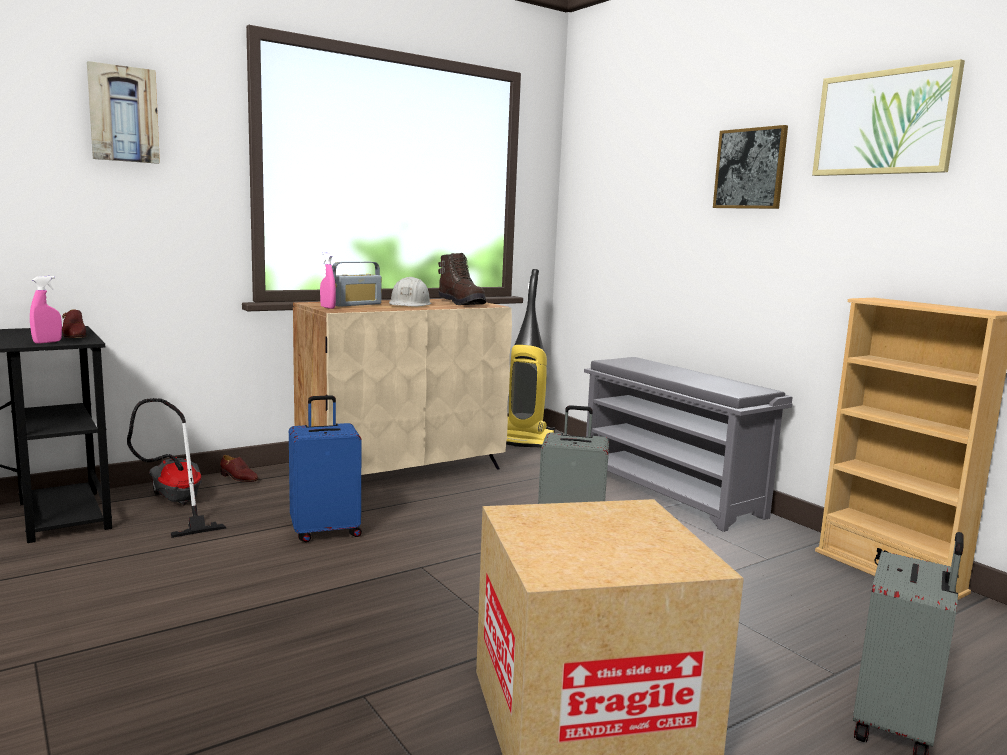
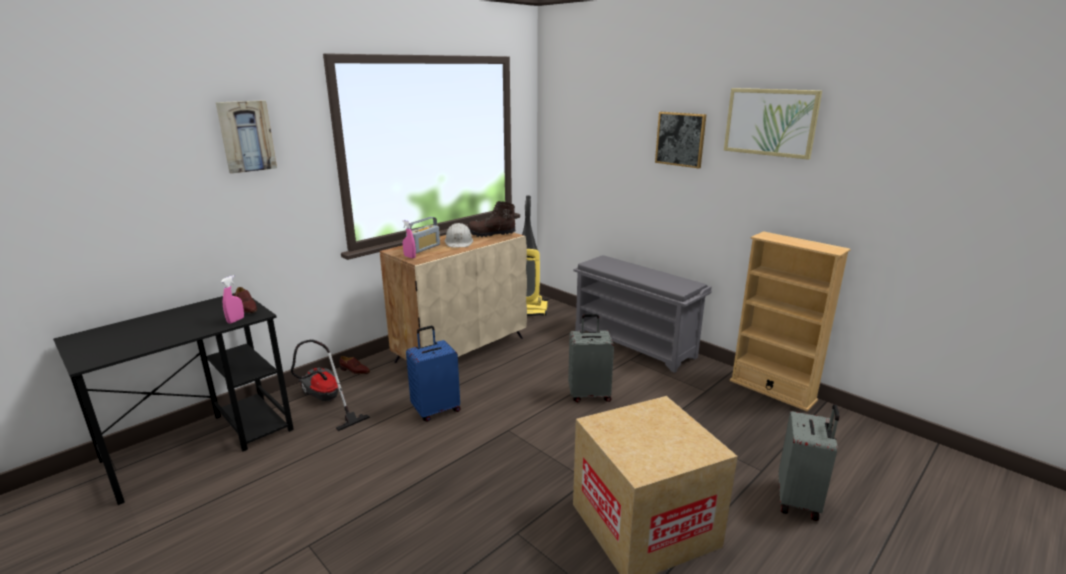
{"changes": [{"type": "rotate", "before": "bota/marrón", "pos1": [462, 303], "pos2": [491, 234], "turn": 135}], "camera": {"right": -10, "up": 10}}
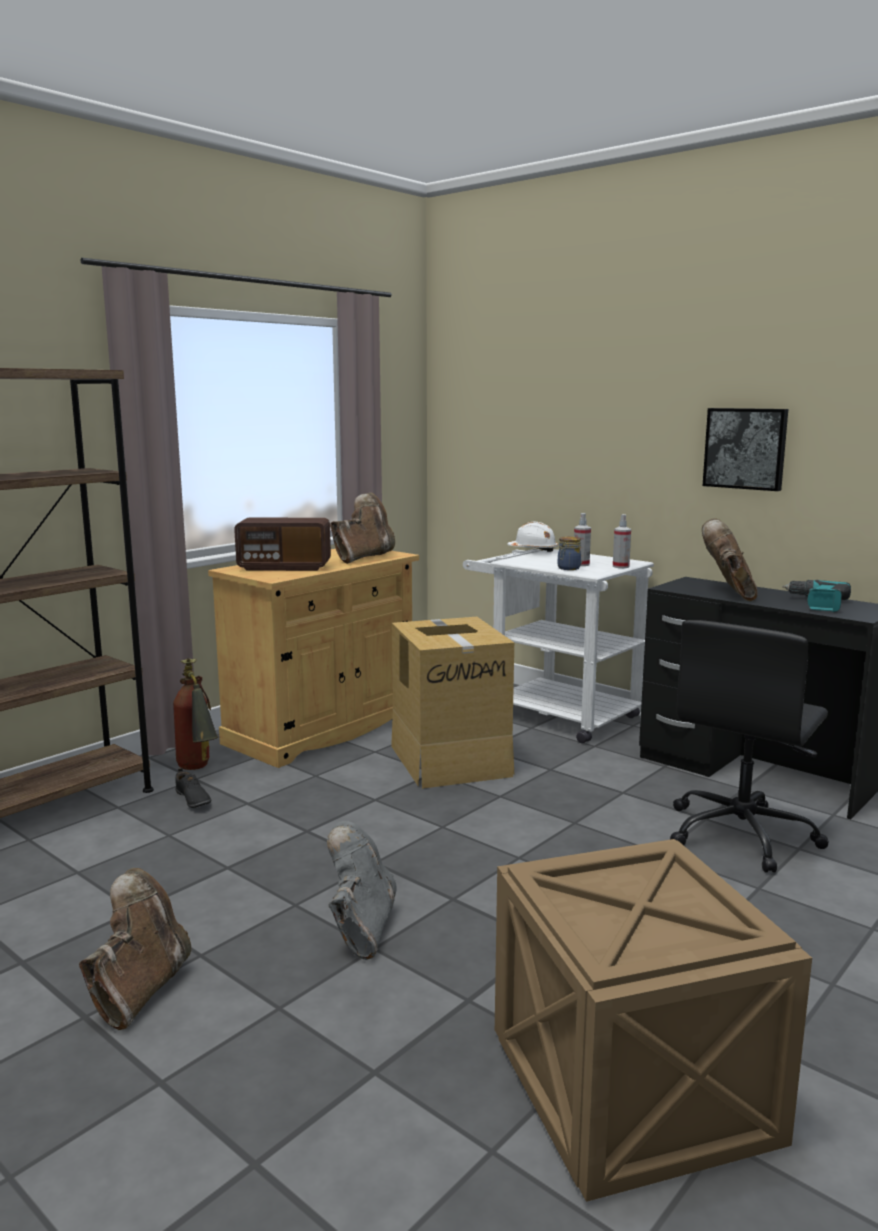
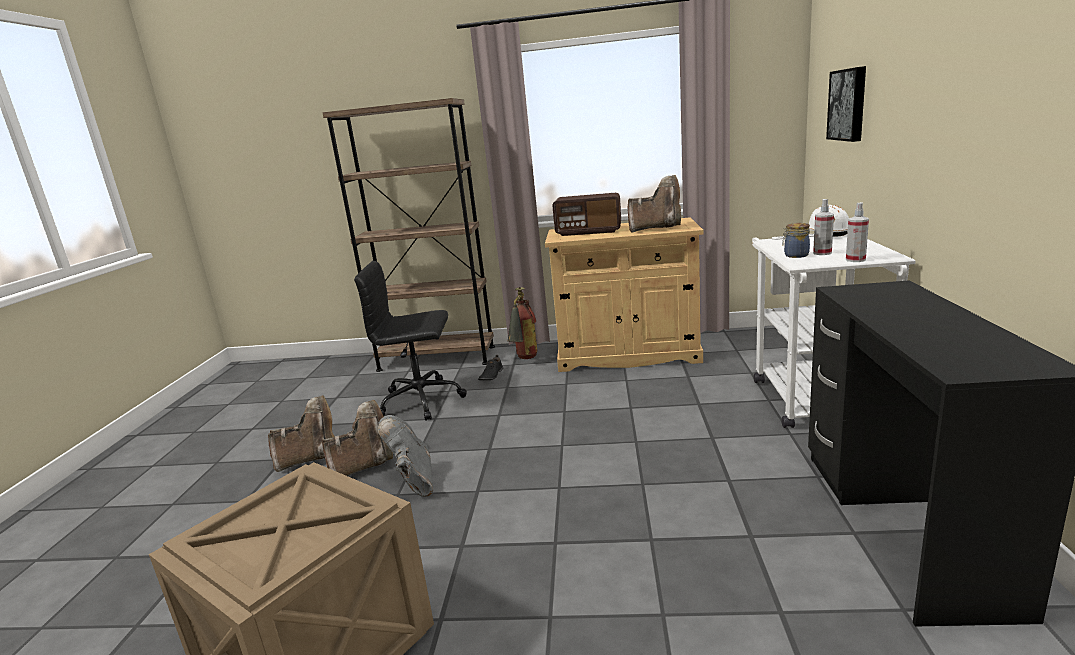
{"changes": [{"type": "move", "before": "cuadro", "pos1": [746, 448], "pos2": [849, 104]}, {"type": "rotate", "before": "radio", "pos1": [284, 567], "pos2": [588, 231], "turn": -45}, {"type": "move", "before": "bota/marrón", "pos1": [730, 592], "pos2": [364, 466]}, {"type": "delete", "before": "taladro", "pos1": [816, 604]}, {"type": "delete", "before": "caja de cartón", "pos1": [451, 760]}, {"type": "move", "before": "silla de oficina/negro", "pos1": [742, 834], "pos2": [423, 400]}, {"type": "rotate", "before": "bota/gris", "pos1": [361, 928], "pos2": [414, 480], "turn": -75}], "camera": {"right": 55, "up": 5}}
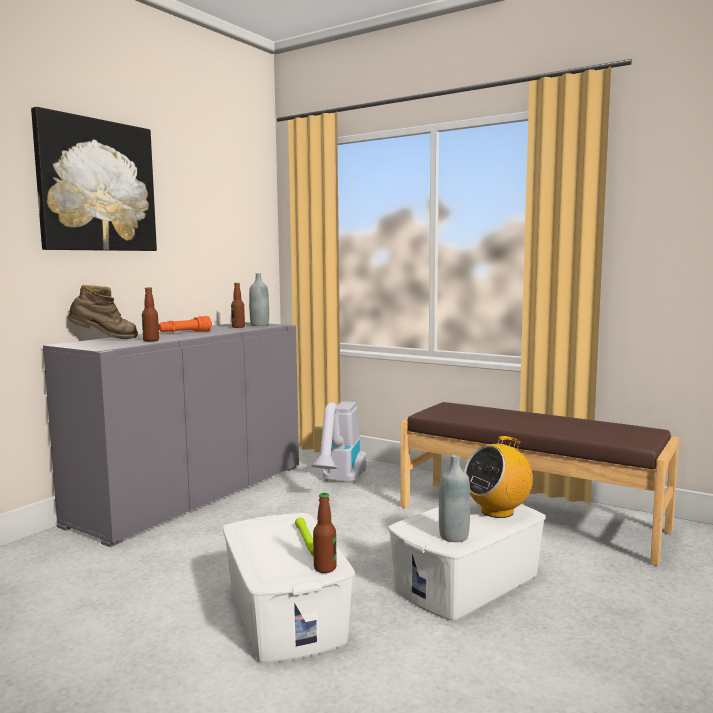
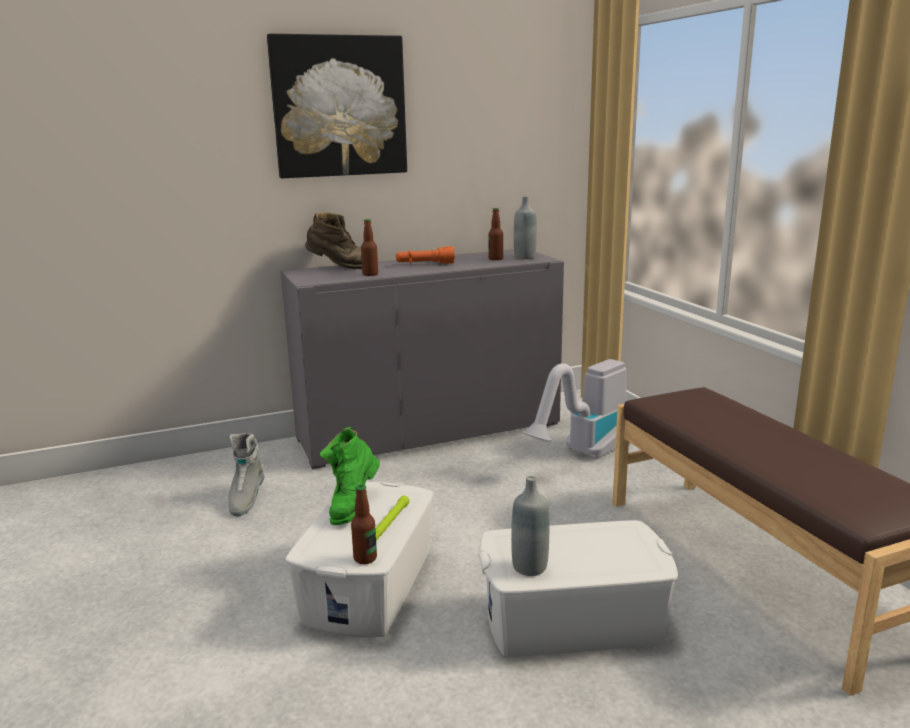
{"changes": [{"type": "delete", "before": "radio", "pos1": [497, 511]}, {"type": "insert", "after": "bota/verde", "pos2": [353, 506]}, {"type": "insert", "after": "bota/gris", "pos2": [246, 500]}], "camera": {"right": 35, "up": 10}}
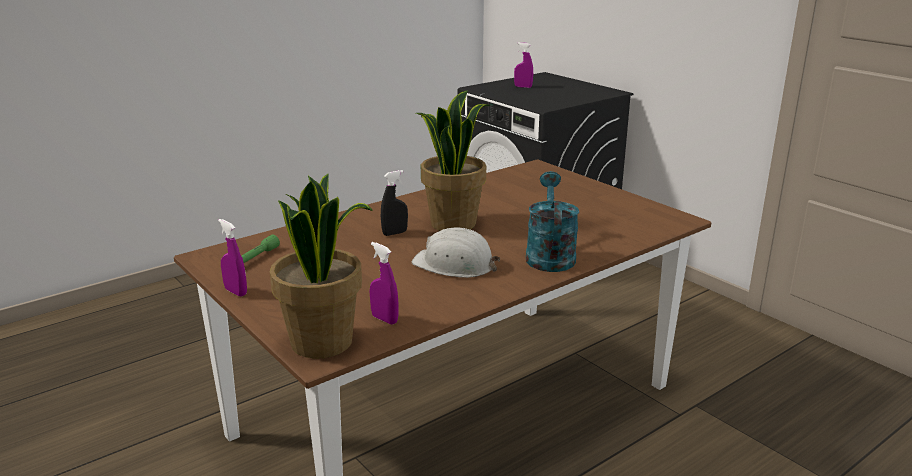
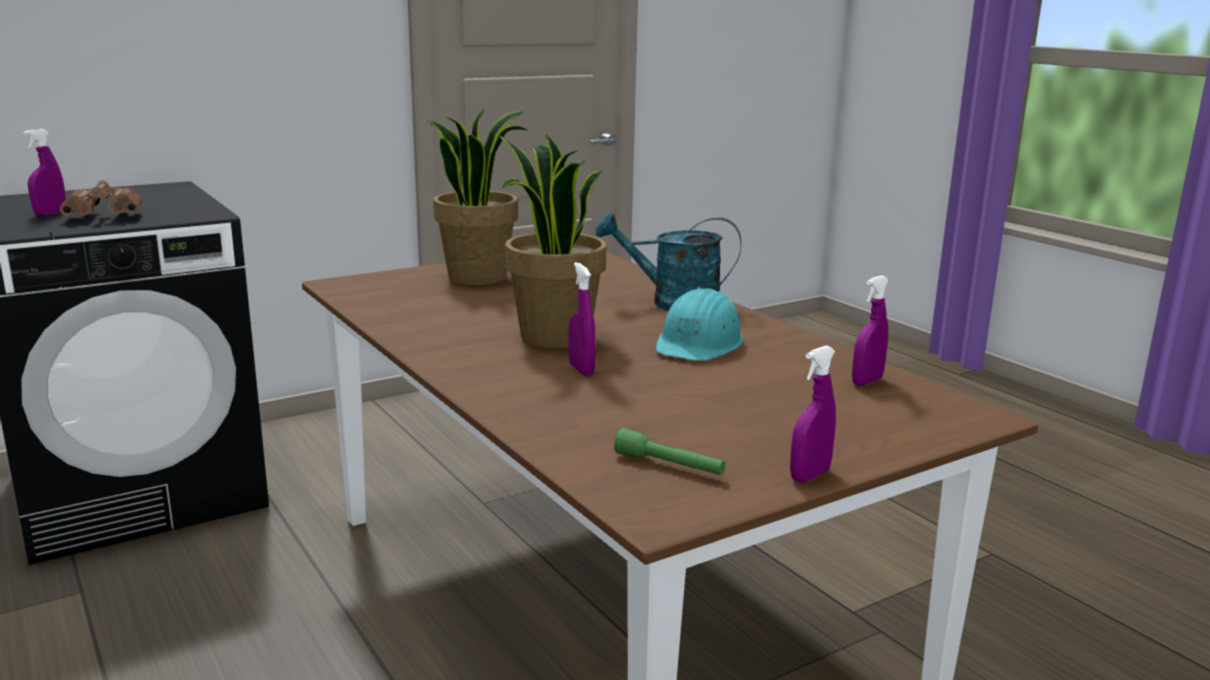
{"changes": [{"type": "recolor", "before": "pulverizador/negro", "after": "pulverizador/morado", "pos1": [395, 233], "pos2": [581, 370]}, {"type": "move", "before": "planta en maceta", "pos1": [323, 342], "pos2": [478, 277]}, {"type": "recolor", "before": "casco/blanco", "after": "casco/turquesa", "pos1": [455, 264], "pos2": [700, 343]}, {"type": "insert", "after": "prismáticos/marrón", "pos2": [107, 217]}], "camera": {"right": -85, "up": -5}}
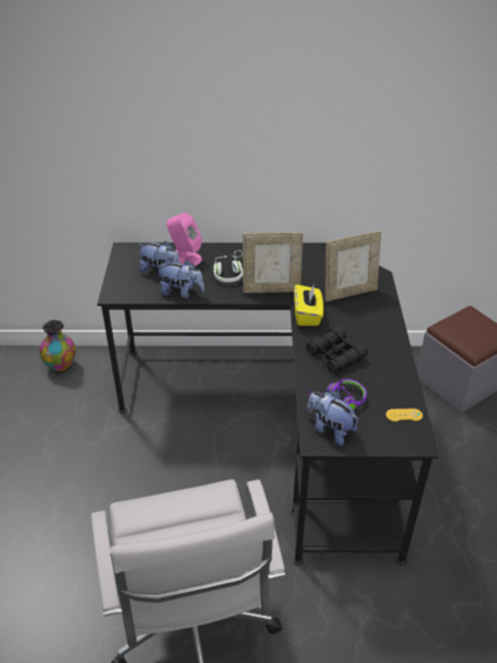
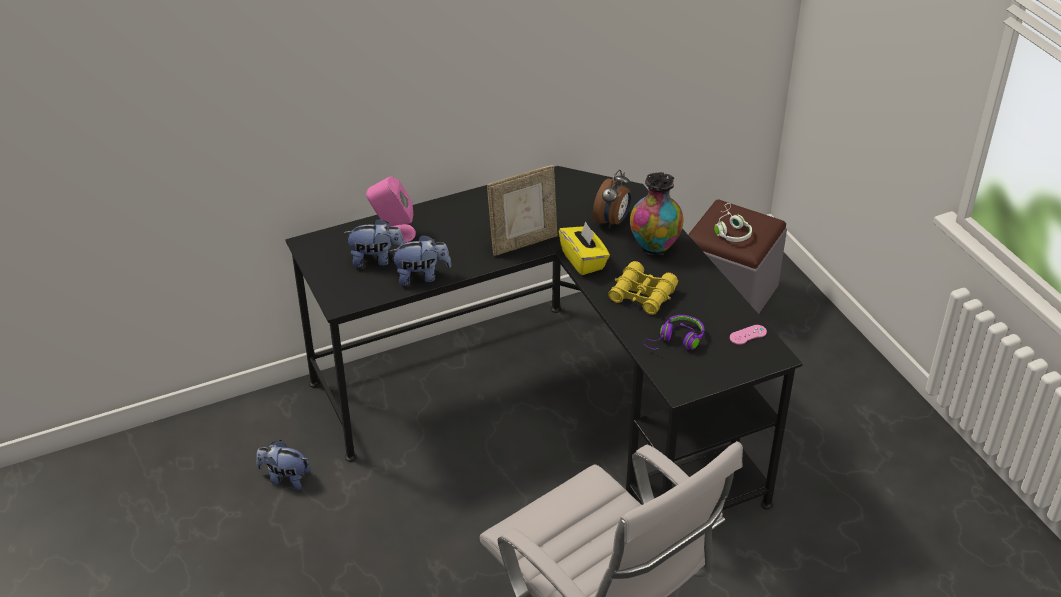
{"changes": [{"type": "replace", "before": "portarretratos", "after": "despertador", "pos1": [349, 293], "pos2": [612, 221]}, {"type": "move", "before": "auriculares/blanco", "pos1": [229, 273], "pos2": [730, 230]}, {"type": "move", "before": "florero", "pos1": [61, 366], "pos2": [654, 245]}, {"type": "recolor", "before": "prismáticos/negro", "after": "prismáticos/amarillo", "pos1": [336, 355], "pos2": [642, 295]}, {"type": "move", "before": "peluche", "pos1": [330, 429], "pos2": [285, 478]}, {"type": "recolor", "before": "mando de consola/amarillo", "after": "mando de consola/rosa", "pos1": [404, 415], "pos2": [748, 335]}], "camera": {"right": -25, "up": 0}}
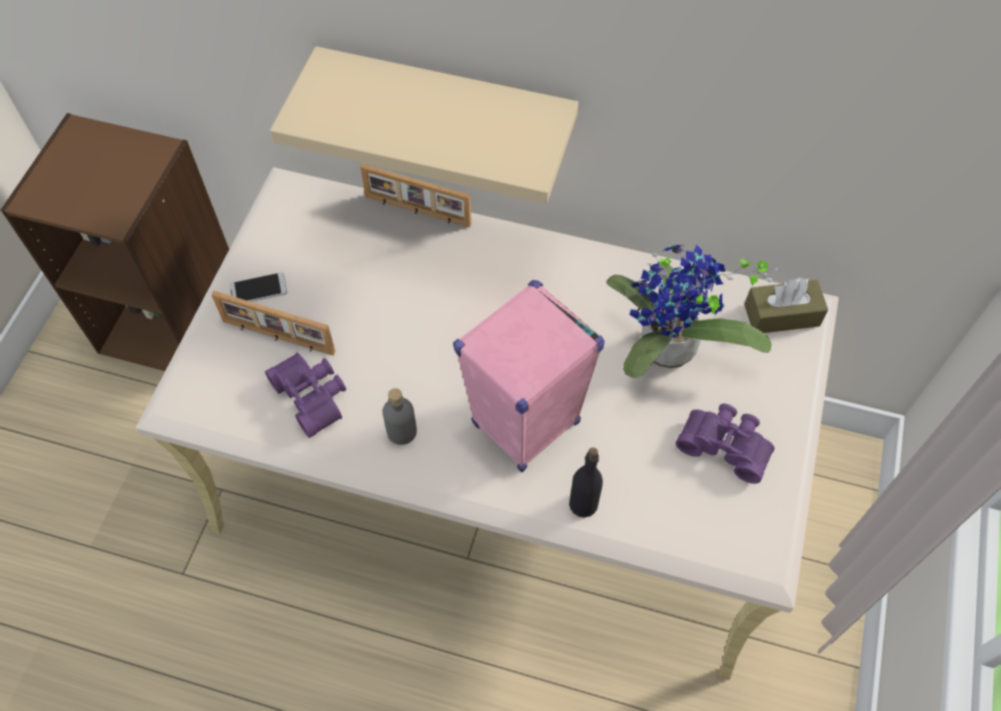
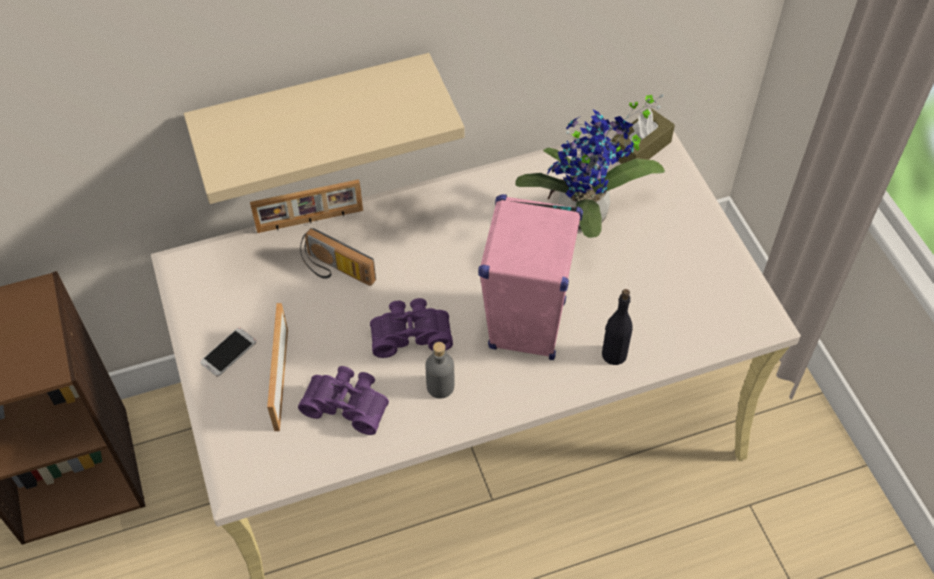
{"changes": [{"type": "rotate", "before": "portarretratos", "pos1": [278, 338], "pos2": [279, 378], "turn": 105}, {"type": "move", "before": "prismáticos/morado", "pos1": [725, 444], "pos2": [410, 333]}, {"type": "insert", "after": "radio", "pos2": [335, 271]}], "camera": {"right": -35, "up": -5}}
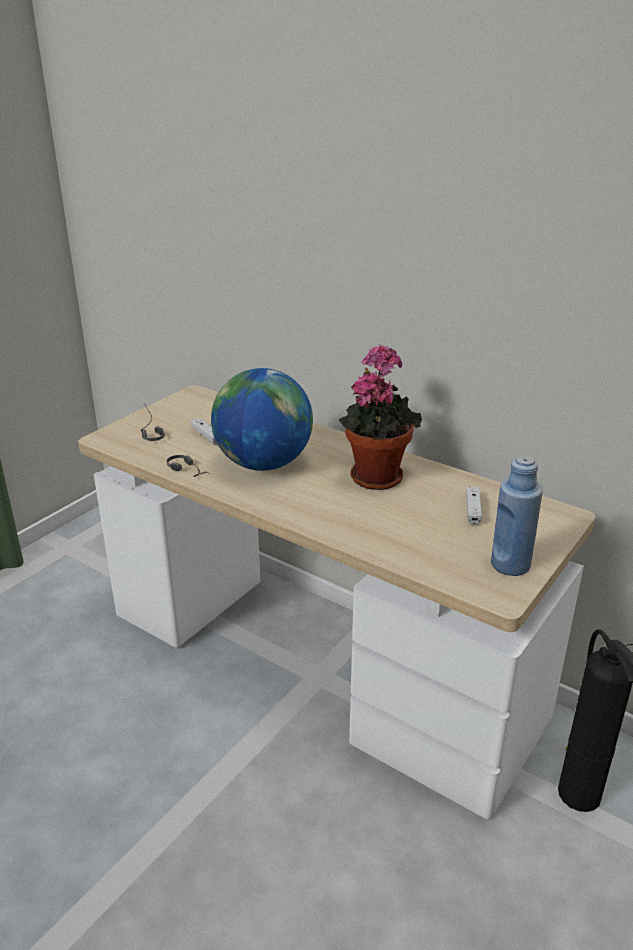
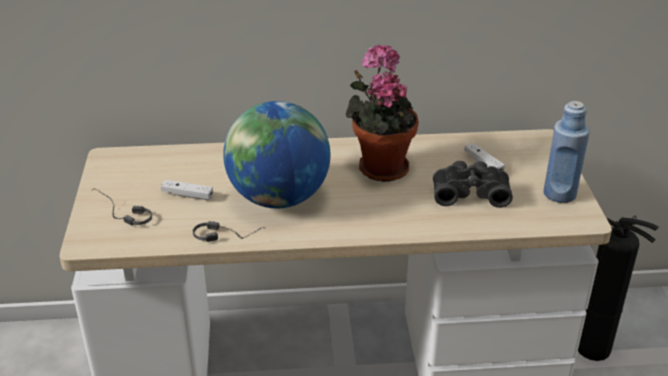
{"changes": [{"type": "insert", "after": "prismáticos/negro", "pos2": [470, 192]}], "camera": {"right": -40, "up": 5}}
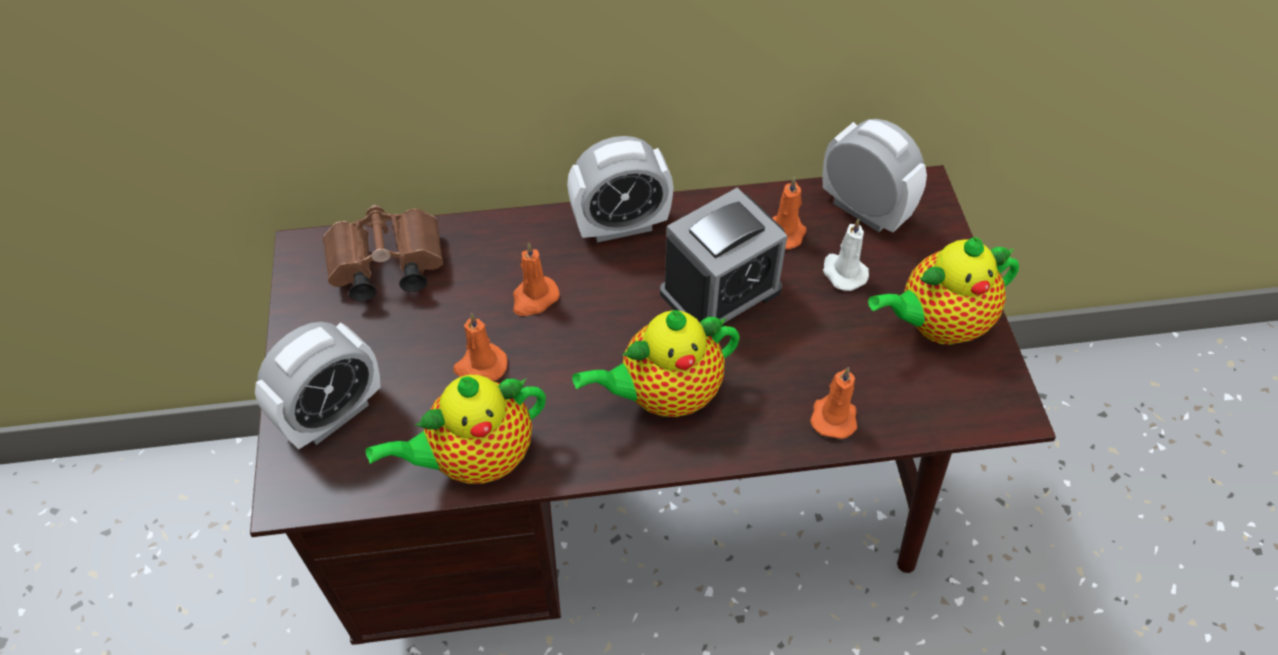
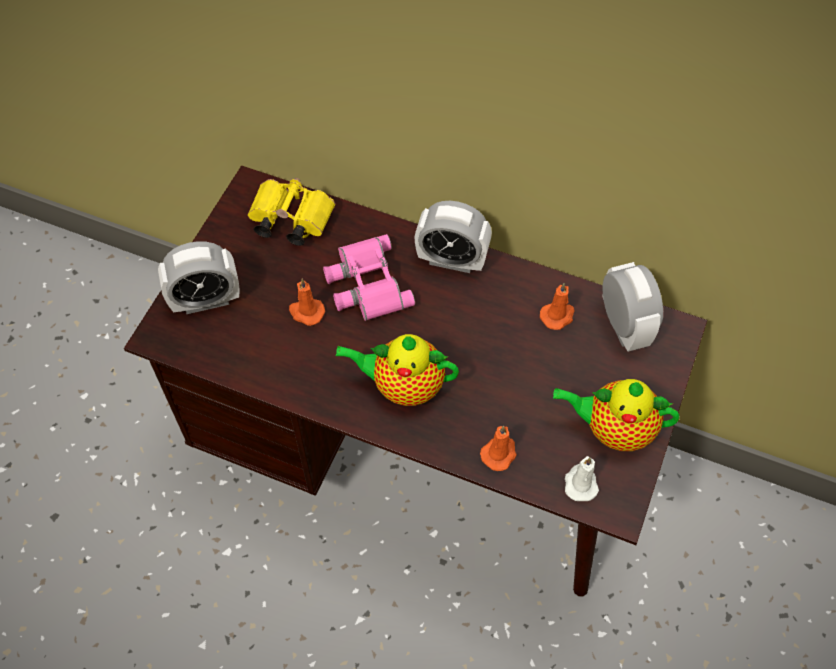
{"changes": [{"type": "delete", "before": "despertador", "pos1": [720, 291]}, {"type": "recolor", "before": "prismáticos/marrón", "after": "prismáticos/amarillo", "pos1": [384, 269], "pos2": [289, 221]}, {"type": "move", "before": "vela/blanco", "pos1": [843, 272], "pos2": [580, 483]}, {"type": "replace", "before": "vela/naranja", "after": "prismáticos/rosa", "pos1": [534, 298], "pos2": [365, 284]}, {"type": "delete", "before": "tetera", "pos1": [476, 458]}], "camera": {"right": 30, "up": 5}}
